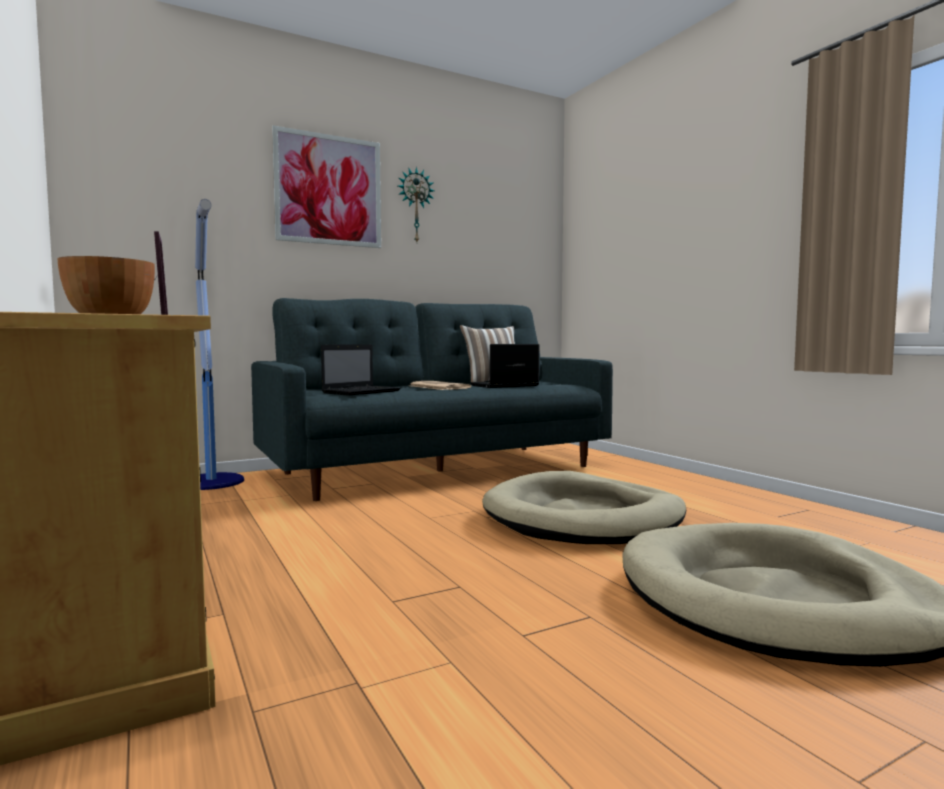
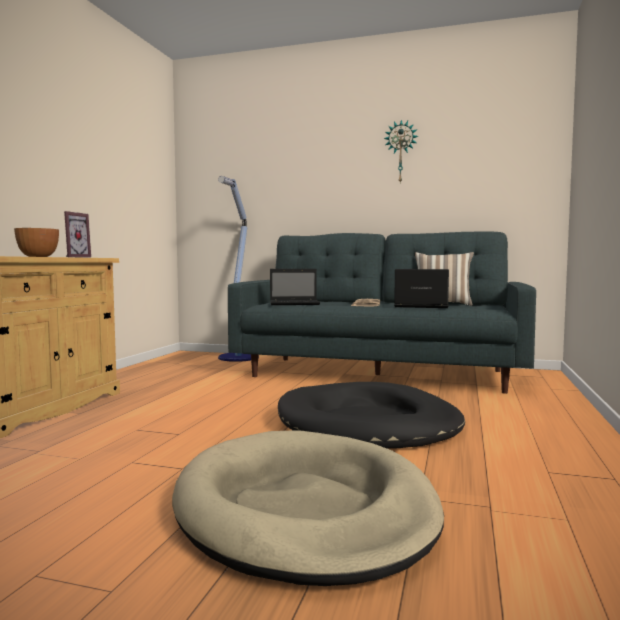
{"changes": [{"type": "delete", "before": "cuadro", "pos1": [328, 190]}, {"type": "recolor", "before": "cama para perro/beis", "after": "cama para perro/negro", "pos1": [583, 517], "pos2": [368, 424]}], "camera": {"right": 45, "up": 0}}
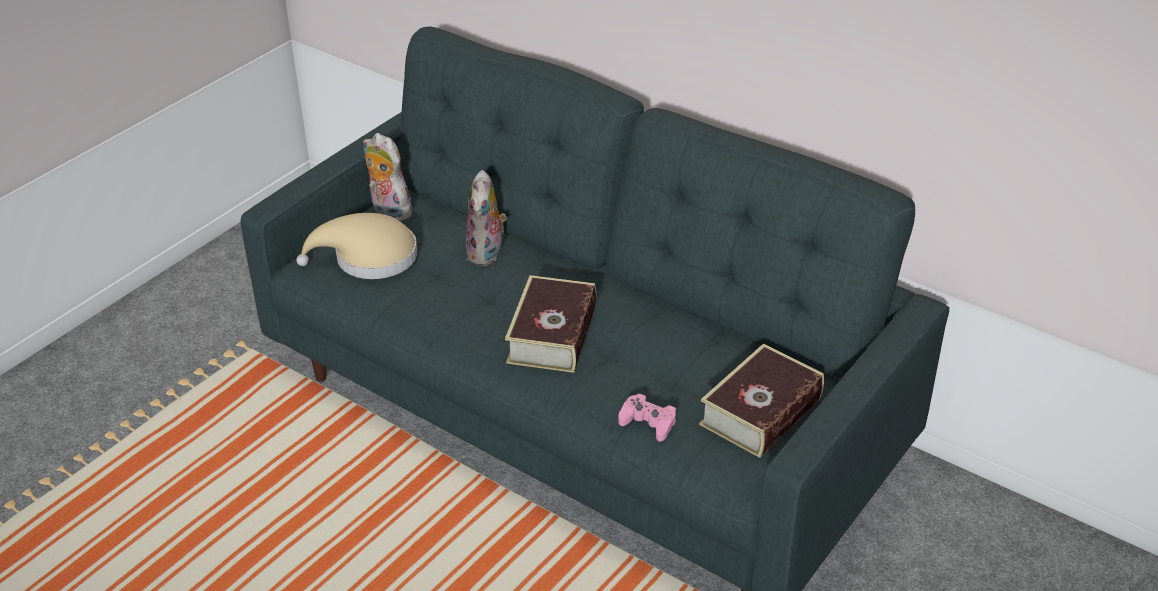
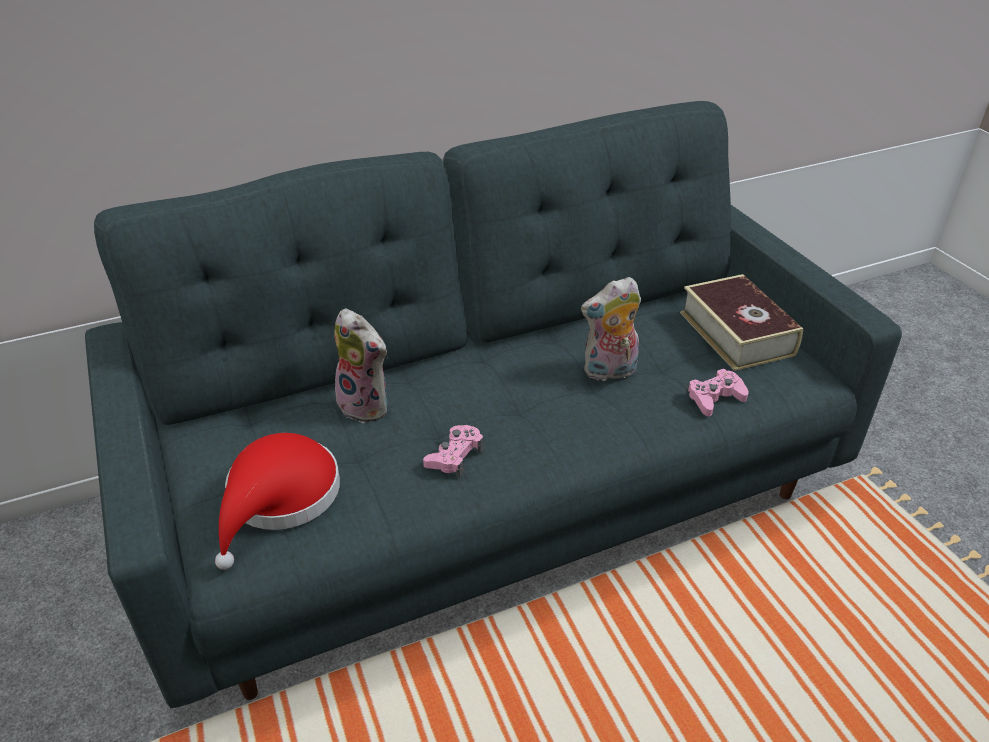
{"changes": [{"type": "move", "before": "peluche", "pos1": [388, 211], "pos2": [609, 372]}, {"type": "recolor", "before": "sombrero/beis", "after": "sombrero/rojo", "pos1": [369, 258], "pos2": [279, 499]}, {"type": "delete", "before": "libro", "pos1": [552, 335]}, {"type": "insert", "after": "mando de consola/rosa", "pos2": [454, 456]}], "camera": {"right": -60, "up": 0}}
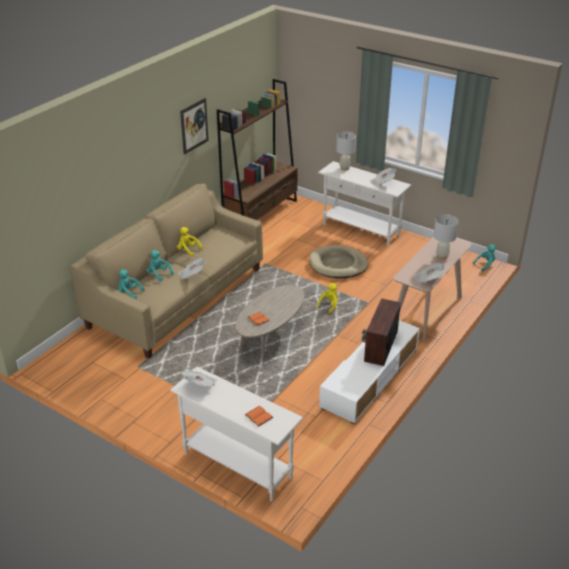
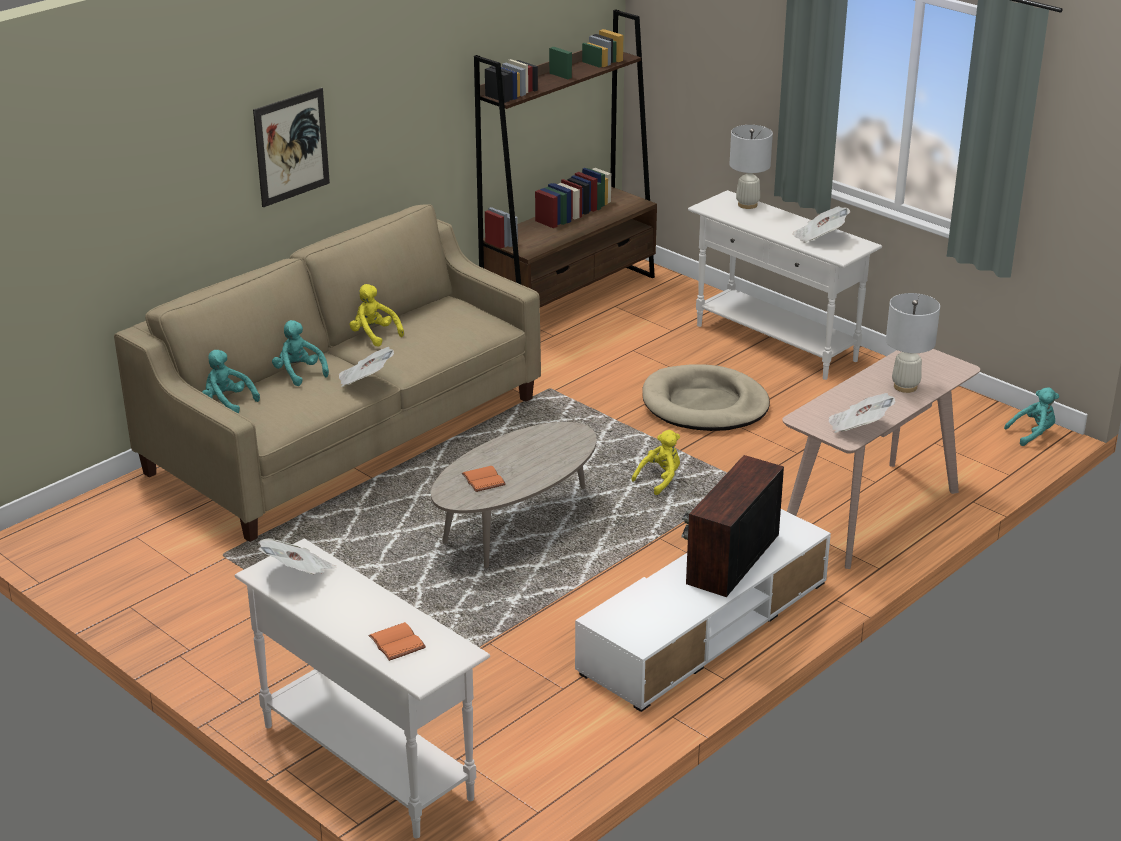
{"changes": [{"type": "move", "before": "cuadro", "pos1": [194, 126], "pos2": [291, 147]}], "camera": {"right": 10, "up": -5}}
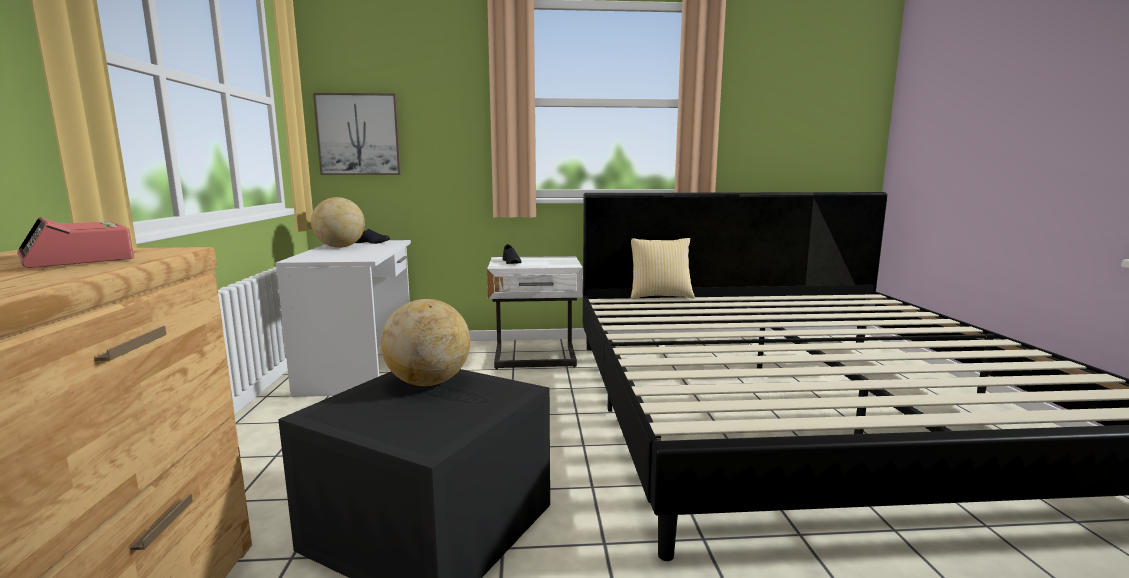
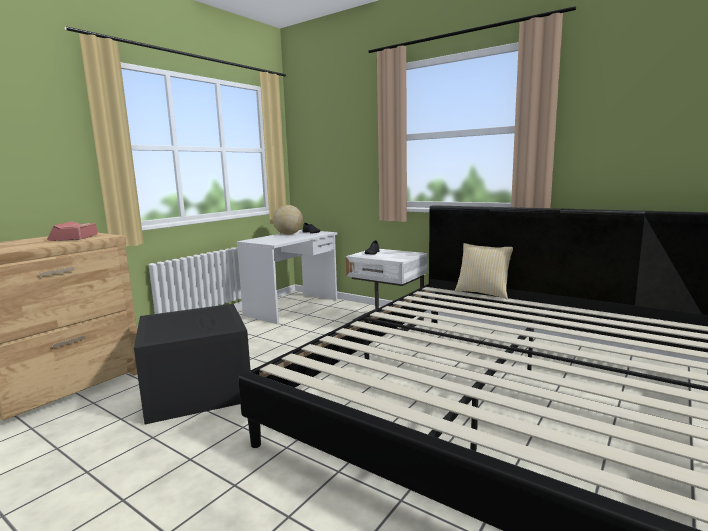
{"changes": [{"type": "delete", "before": "cuadro", "pos1": [359, 134]}, {"type": "delete", "before": "globo terráqueo", "pos1": [429, 382]}], "camera": {"right": 40, "up": 0}}
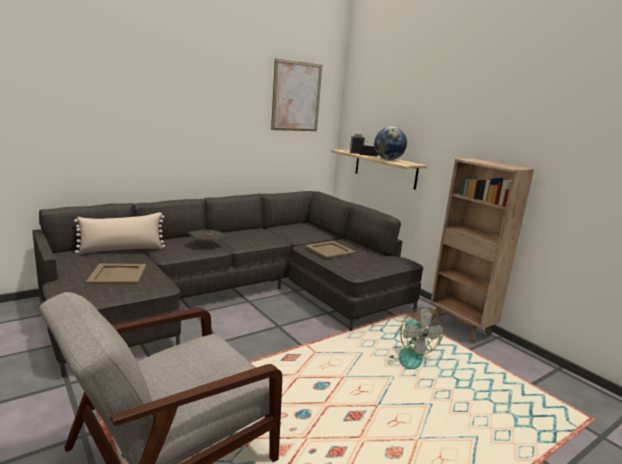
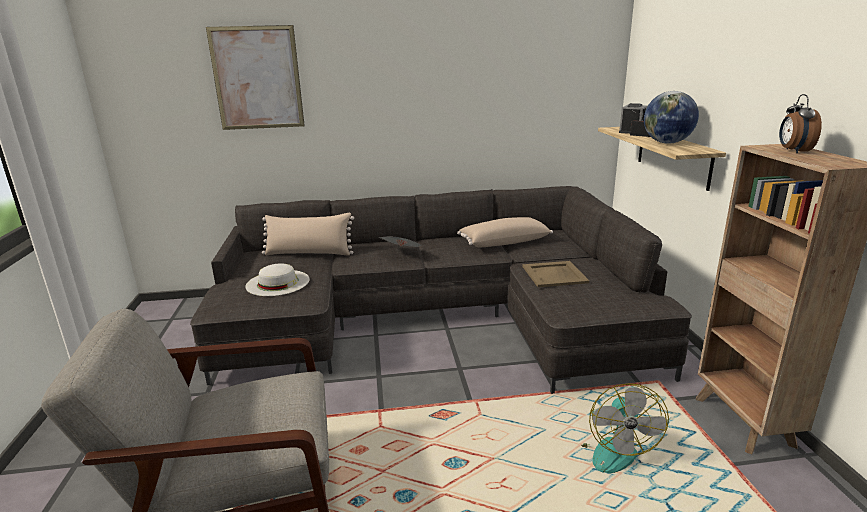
{"changes": [{"type": "move", "before": "cuadro", "pos1": [296, 96], "pos2": [257, 78]}, {"type": "replace", "before": "bandeja/beis", "after": "sombrero/blanco", "pos1": [117, 274], "pos2": [278, 282]}, {"type": "insert", "after": "despertador", "pos2": [793, 151]}, {"type": "insert", "after": "cojín/beis", "pos2": [504, 242]}], "camera": {"right": 30, "up": 5}}
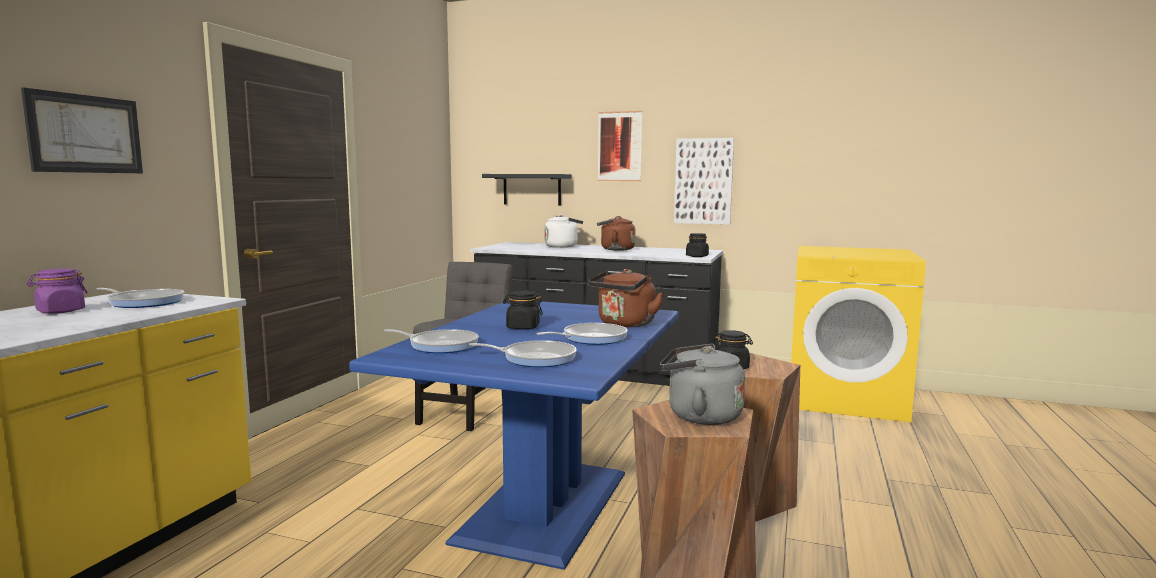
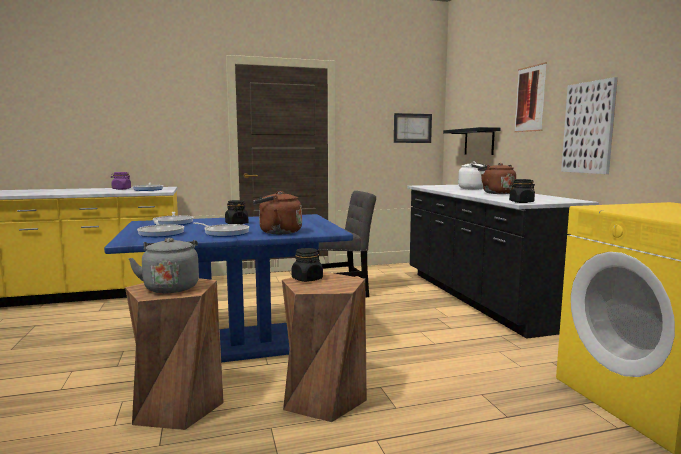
{"changes": [{"type": "move", "before": "cuadro", "pos1": [85, 134], "pos2": [412, 128]}], "camera": {"right": 55, "up": 0}}
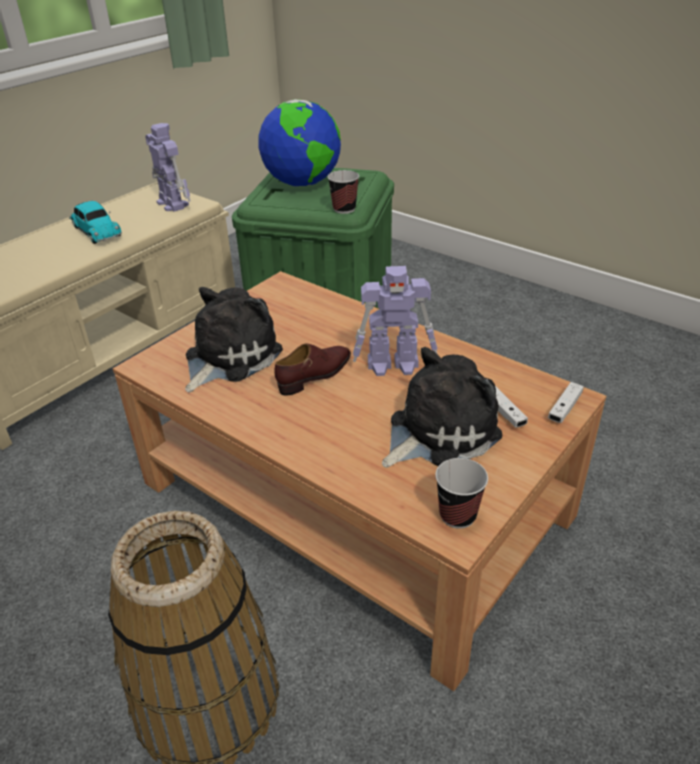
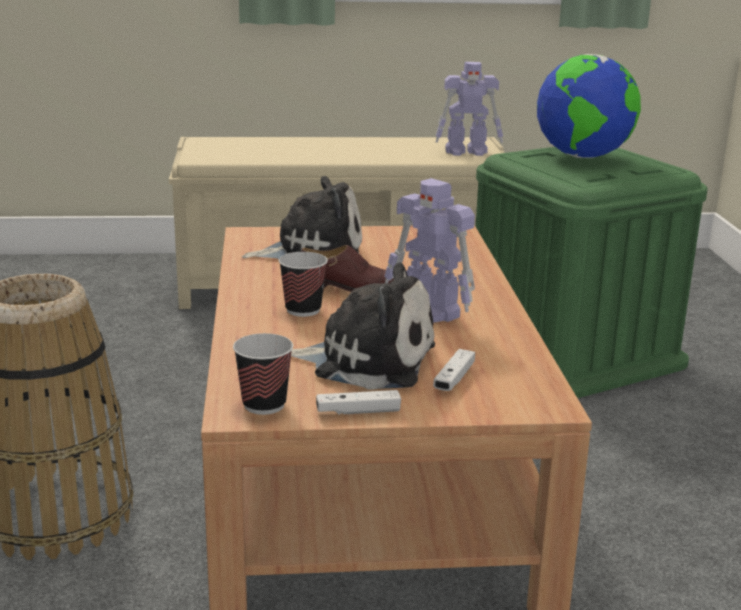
{"changes": [{"type": "rotate", "before": "robot de juguete", "pos1": [172, 203], "pos2": [467, 152], "turn": 75}, {"type": "move", "before": "taza", "pos1": [344, 209], "pos2": [303, 310]}, {"type": "delete", "before": "coche de juguete", "pos1": [96, 230]}, {"type": "move", "before": "mando de consola/blanco", "pos1": [564, 408], "pos2": [358, 411]}], "camera": {"right": 45, "up": -15}}
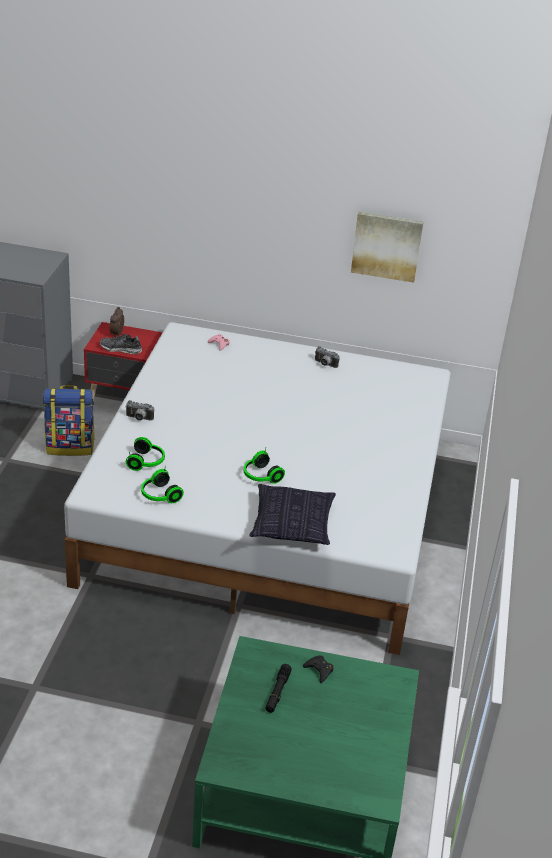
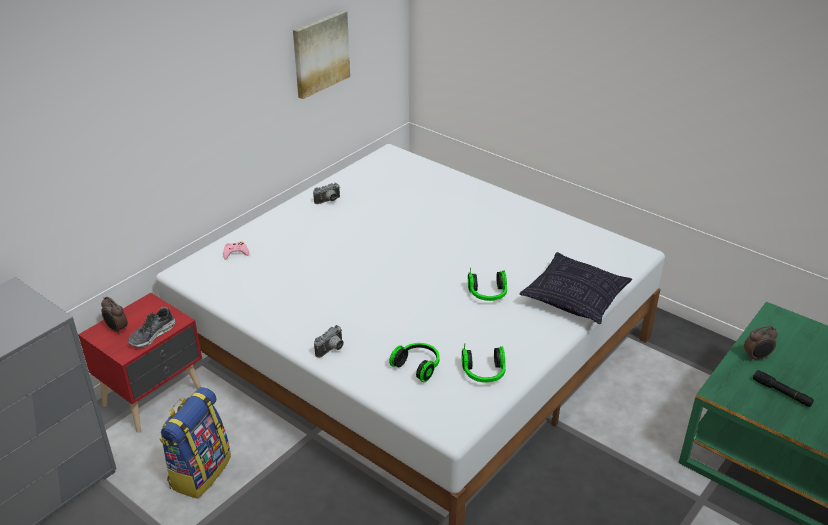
{"changes": [{"type": "replace", "before": "mando de consola/negro", "after": "despertador", "pos1": [319, 670], "pos2": [756, 357]}], "camera": {"right": -60, "up": 0}}
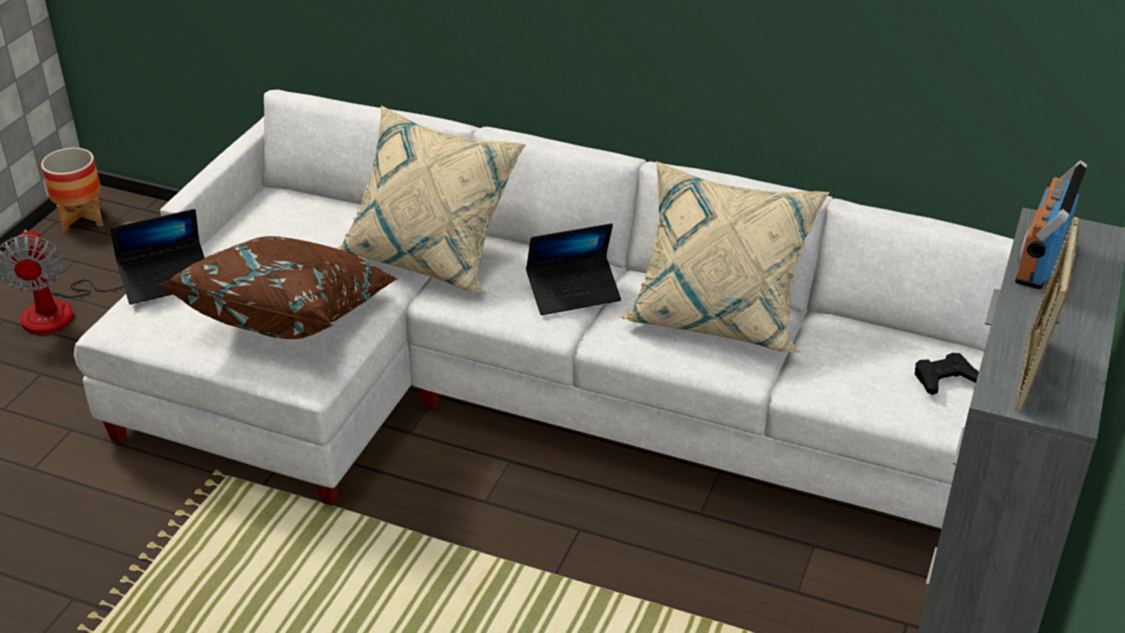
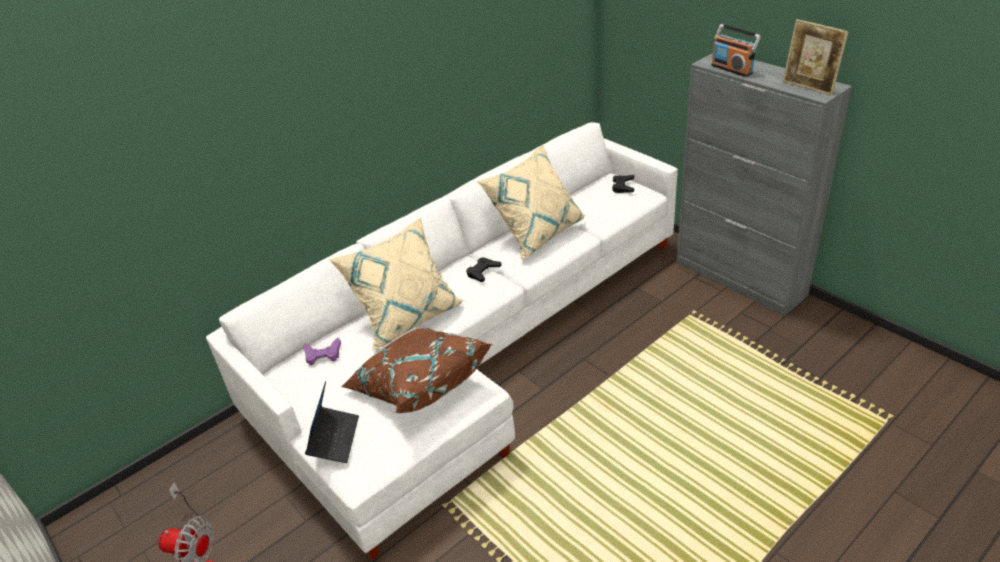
{"changes": [{"type": "delete", "before": "maceta", "pos1": [81, 219]}, {"type": "replace", "before": "portátil", "after": "mando de consola/negro", "pos1": [573, 292], "pos2": [483, 272]}, {"type": "insert", "after": "mando de consola/morado", "pos2": [323, 354]}], "camera": {"right": -60, "up": 0}}
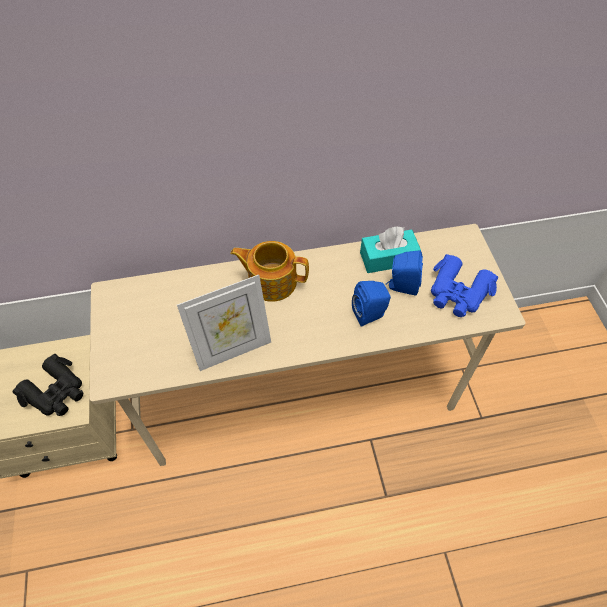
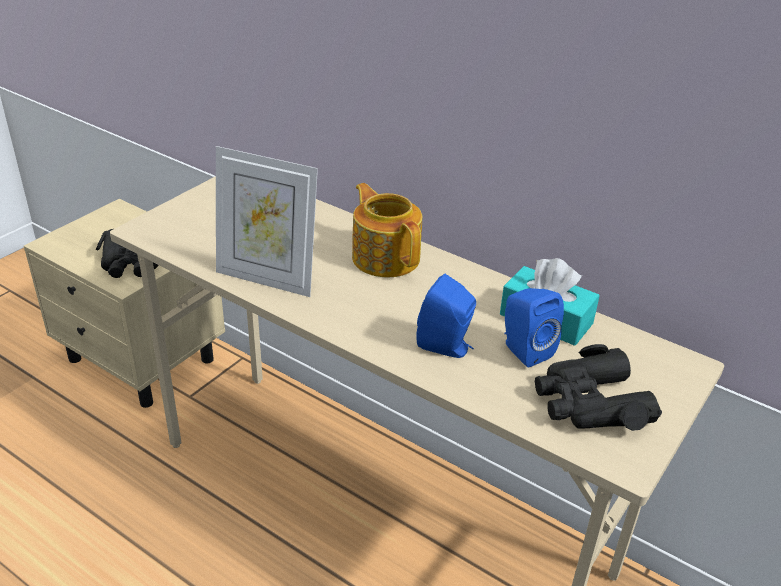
{"changes": [{"type": "recolor", "before": "prismáticos/azul", "after": "prismáticos/negro", "pos1": [458, 293], "pos2": [590, 403]}], "camera": {"right": 45, "up": -20}}
